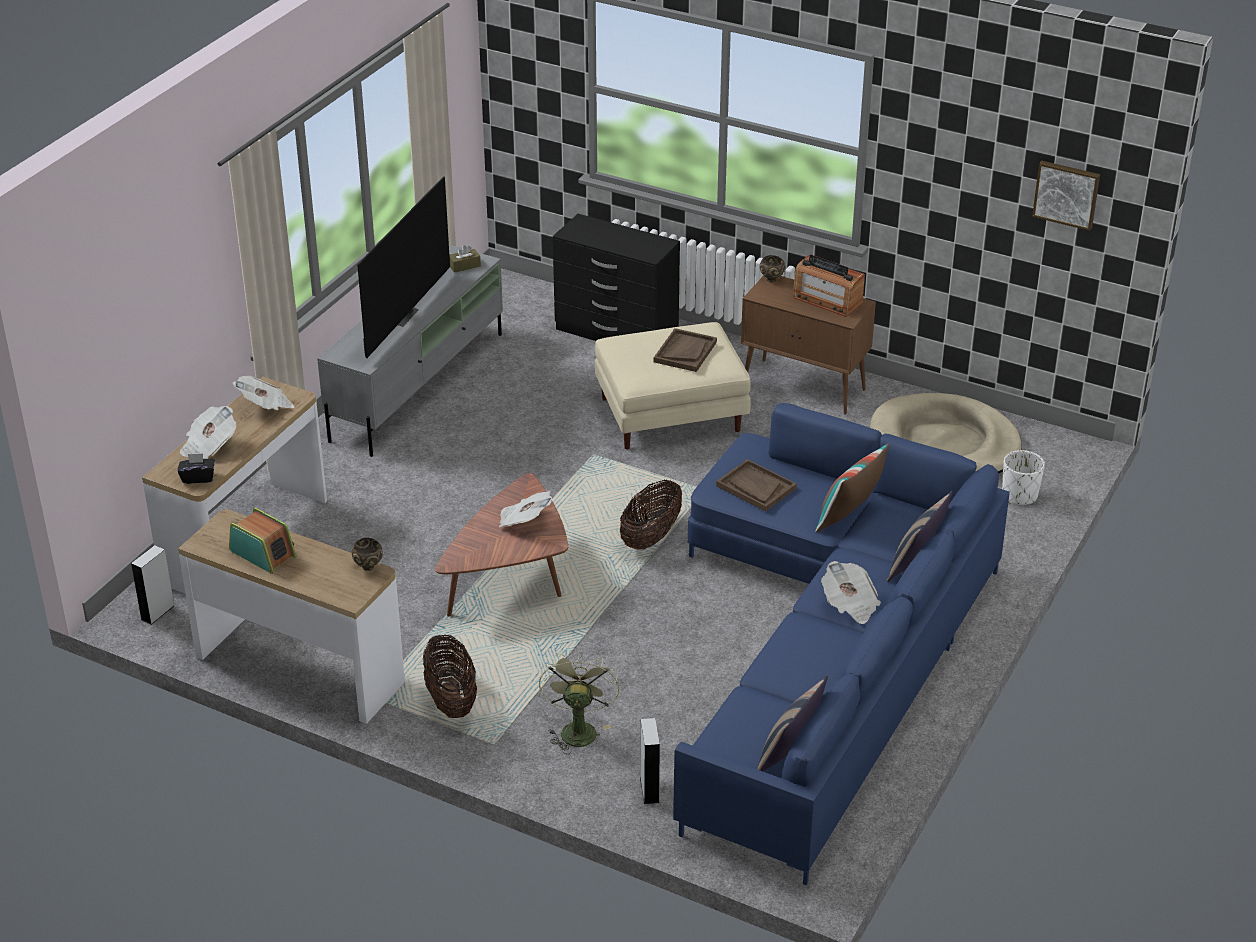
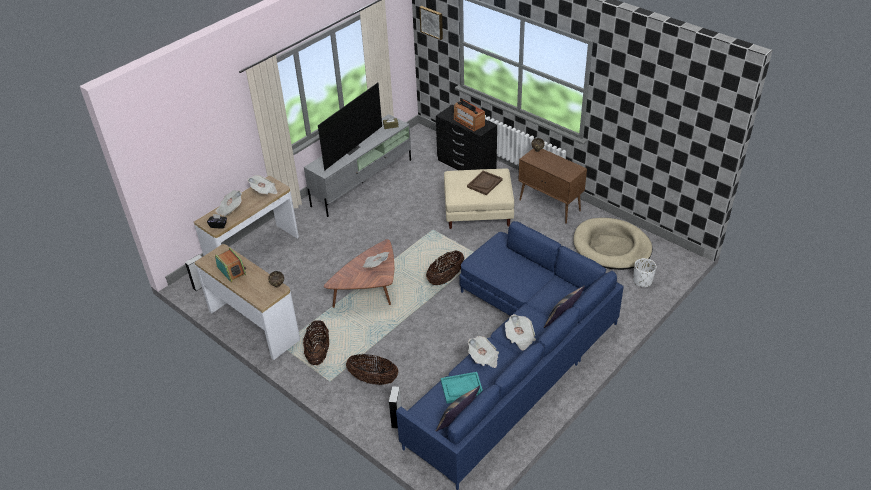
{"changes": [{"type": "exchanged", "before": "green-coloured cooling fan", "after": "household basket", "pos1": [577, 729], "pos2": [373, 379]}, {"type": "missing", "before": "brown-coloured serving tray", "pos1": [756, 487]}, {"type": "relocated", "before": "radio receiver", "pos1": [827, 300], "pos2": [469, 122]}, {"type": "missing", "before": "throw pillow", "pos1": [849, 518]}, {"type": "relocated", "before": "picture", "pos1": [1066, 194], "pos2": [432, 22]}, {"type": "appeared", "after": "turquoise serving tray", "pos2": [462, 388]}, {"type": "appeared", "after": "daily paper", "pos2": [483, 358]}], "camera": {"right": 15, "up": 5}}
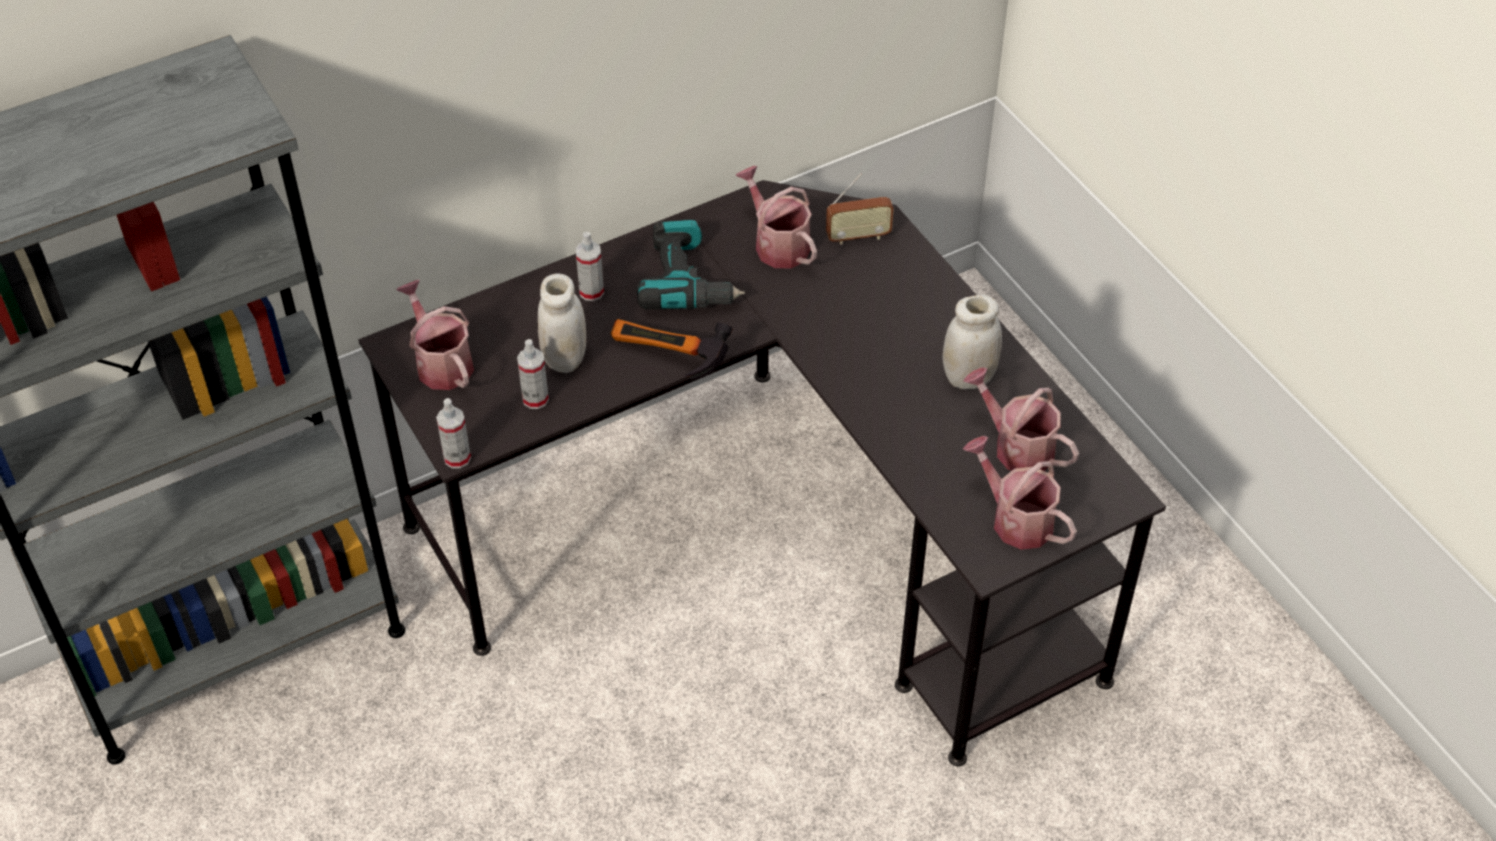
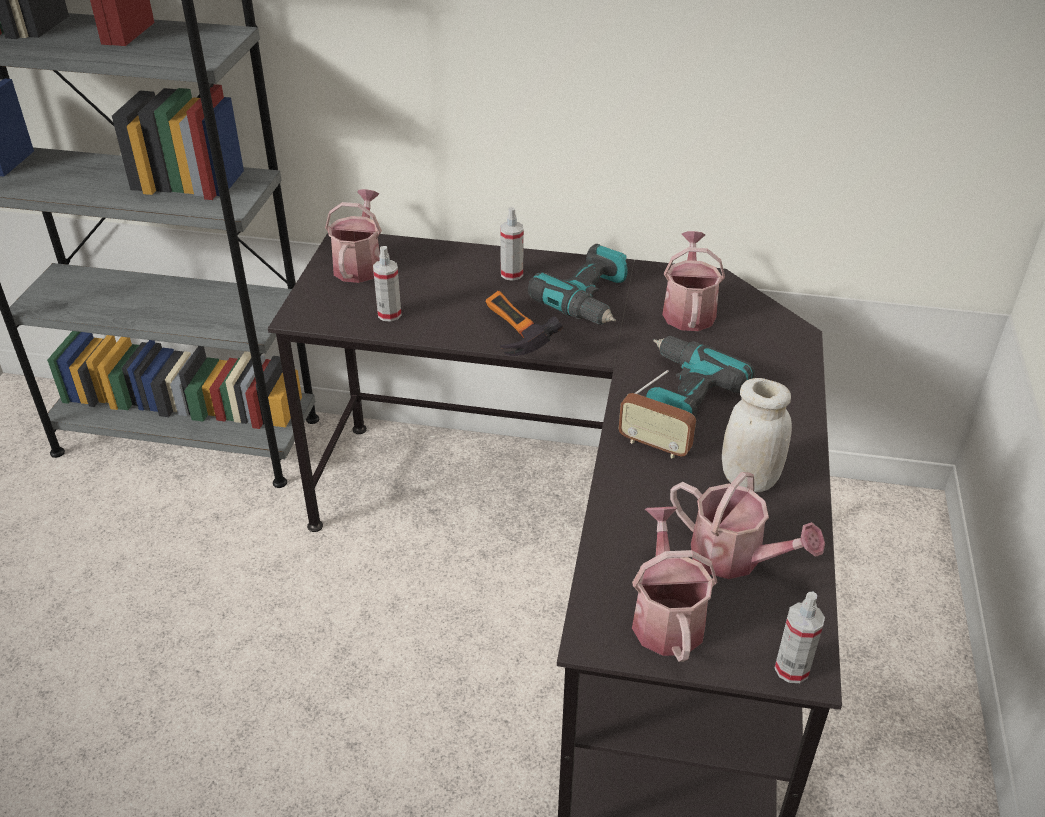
{"changes": [{"type": "relocated", "before": "spray bottle", "pos1": [457, 458], "pos2": [792, 669]}, {"type": "missing", "before": "white preserve jar", "pos1": [565, 358]}, {"type": "relocated", "before": "radio receiver", "pos1": [858, 236], "pos2": [654, 445]}, {"type": "spun", "before": "watering pot", "pos1": [1017, 446], "pos2": [735, 558], "turn": 135}, {"type": "appeared", "after": "drill", "pos2": [683, 394]}], "camera": {"right": 40, "up": -10}}
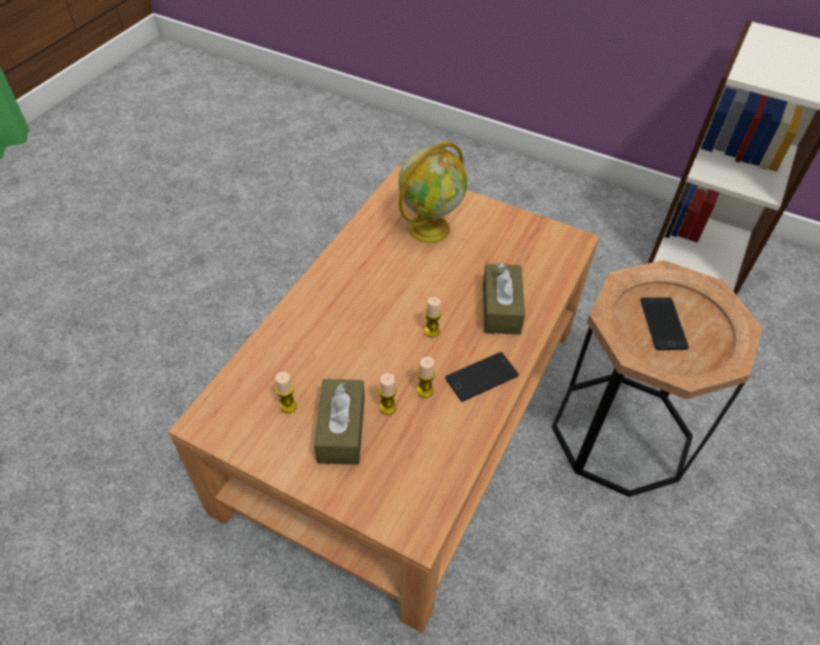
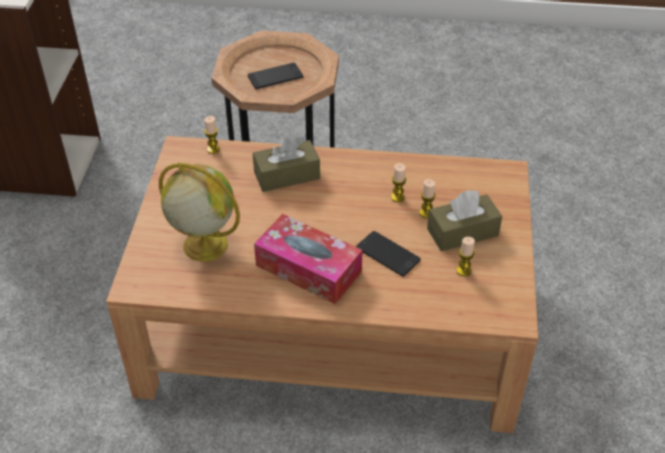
{"changes": [{"type": "relocated", "before": "wax candle", "pos1": [432, 331], "pos2": [213, 149]}, {"type": "relocated", "before": "telephone", "pos1": [481, 377], "pos2": [388, 254]}, {"type": "appeared", "after": "tissue holder", "pos2": [308, 268]}], "camera": {"right": -110, "up": -5}}
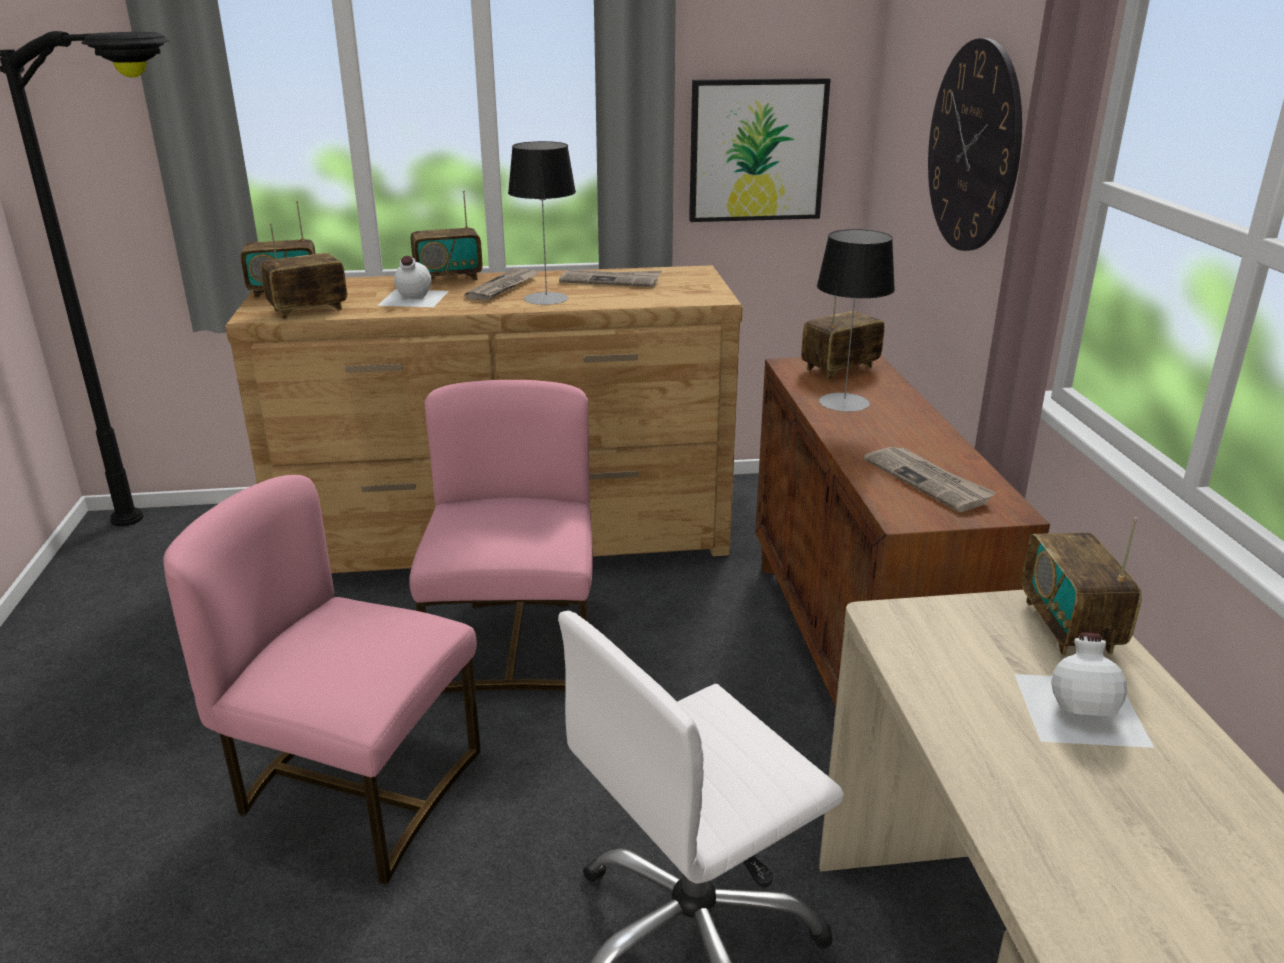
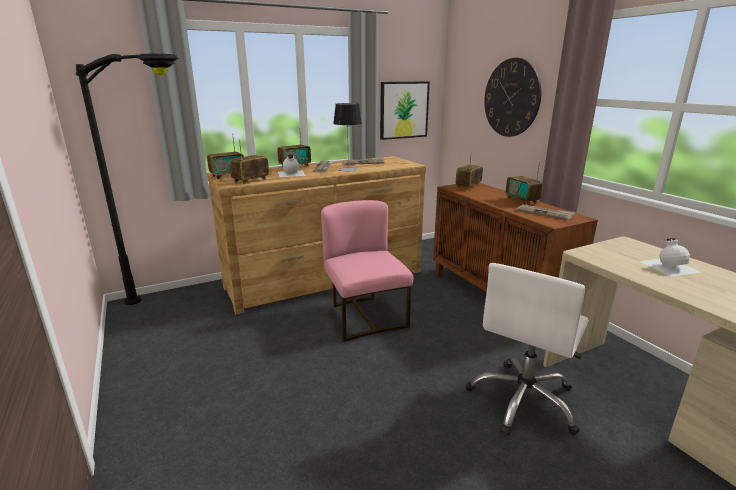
{"changes": [{"type": "missing", "before": "pink-coloured upright chair", "pos1": [355, 790]}, {"type": "missing", "before": "table lamp", "pos1": [844, 402]}, {"type": "relocated", "before": "radio receiver", "pos1": [1069, 627], "pos2": [522, 201]}], "camera": {"right": -20, "up": -5}}
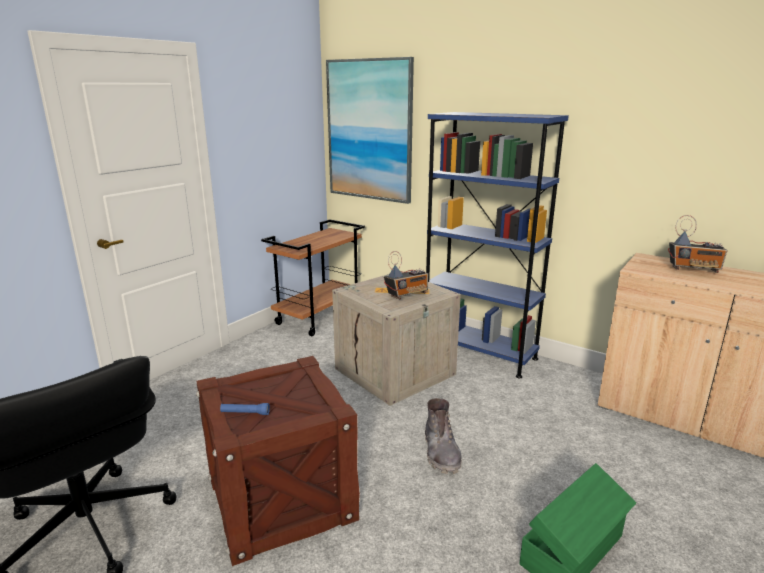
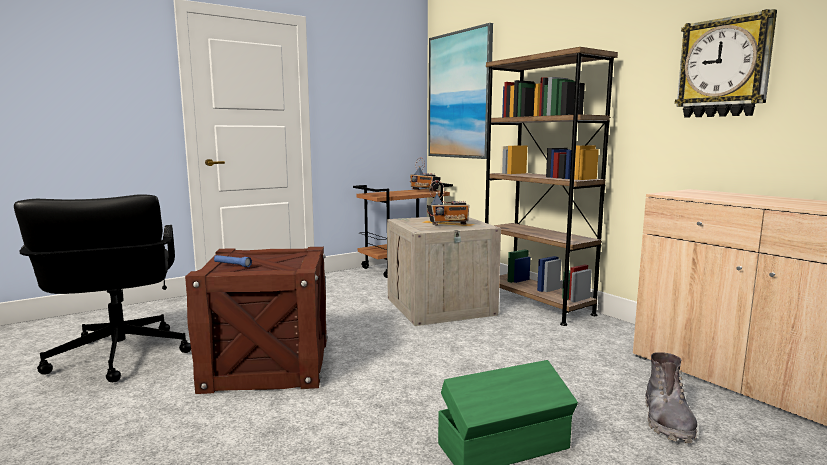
{"changes": [{"type": "relocated", "before": "gray high-top boot", "pos1": [441, 453], "pos2": [667, 420]}, {"type": "colour", "before": "bluish shelving unit", "after": "brown-coloured shelving unit", "pos1": [479, 353], "pos2": [536, 304]}, {"type": "relocated", "before": "radio receiver", "pos1": [693, 270], "pos2": [424, 190]}, {"type": "appeared", "after": "hanging clock", "pos2": [724, 68]}], "camera": {"right": 20, "up": -10}}
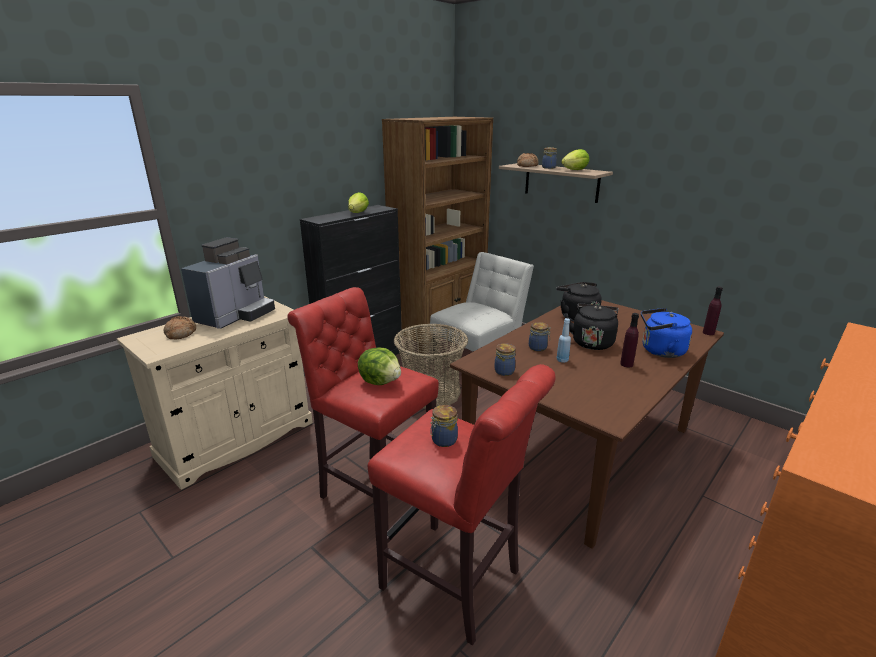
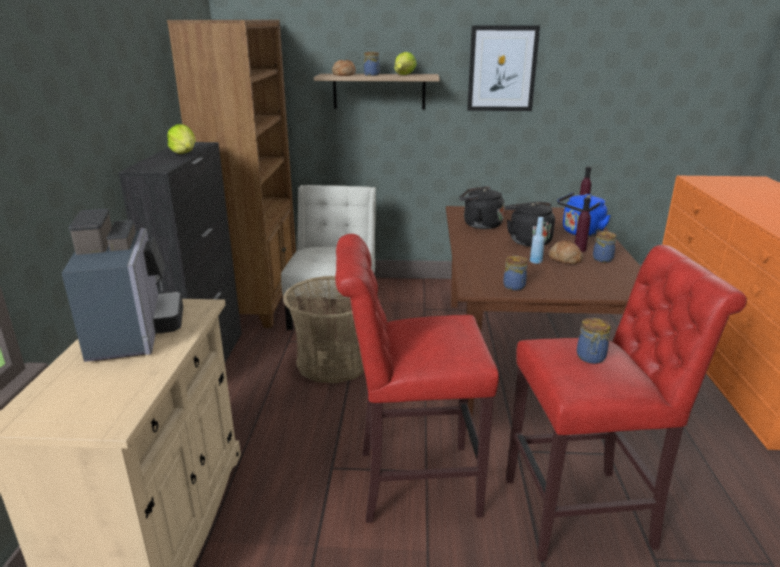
{"changes": [{"type": "relocated", "before": "bread", "pos1": [180, 333], "pos2": [564, 259]}, {"type": "missing", "before": "lettuce", "pos1": [380, 381]}, {"type": "relocated", "before": "preserve jar", "pos1": [538, 348], "pos2": [603, 259]}, {"type": "appeared", "after": "picture", "pos2": [502, 69]}], "camera": {"right": -40, "up": 0}}
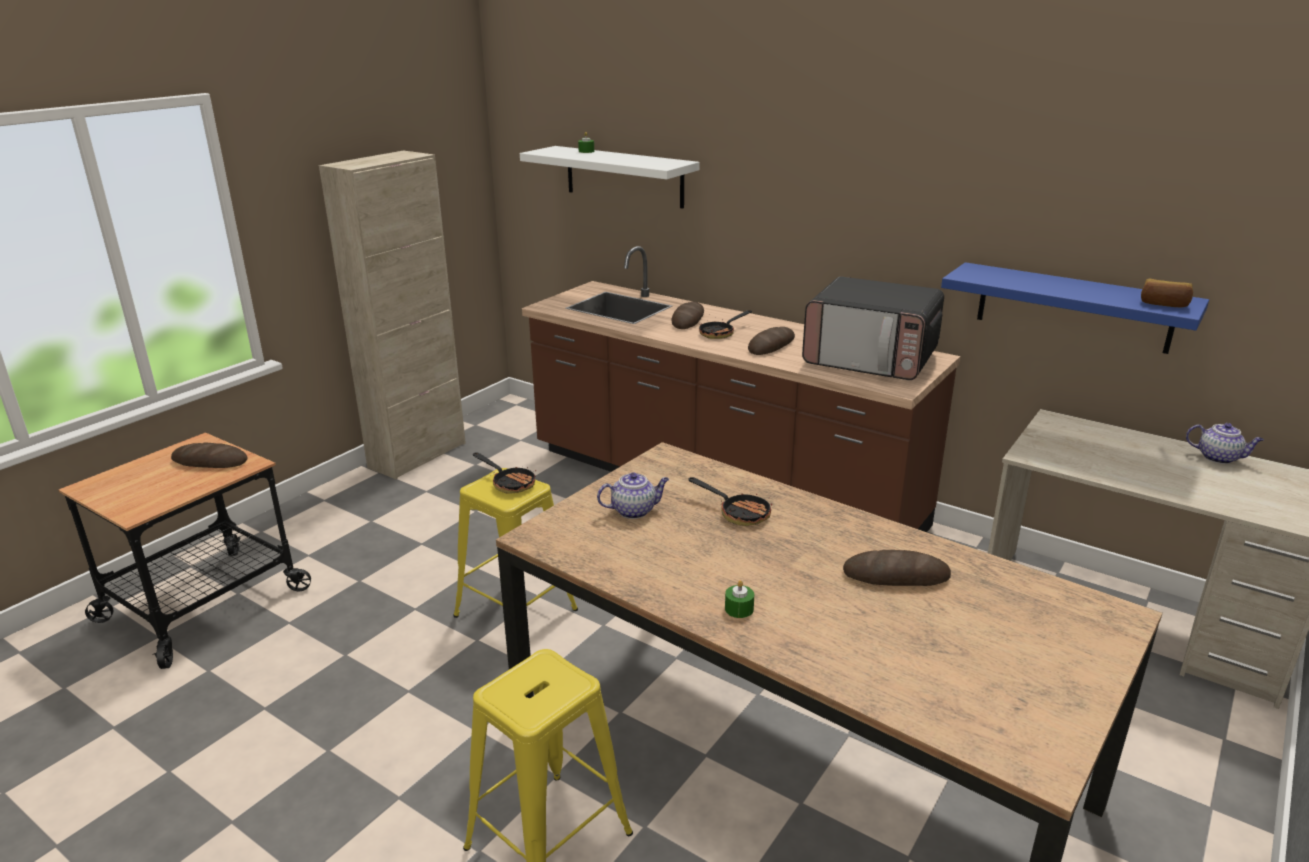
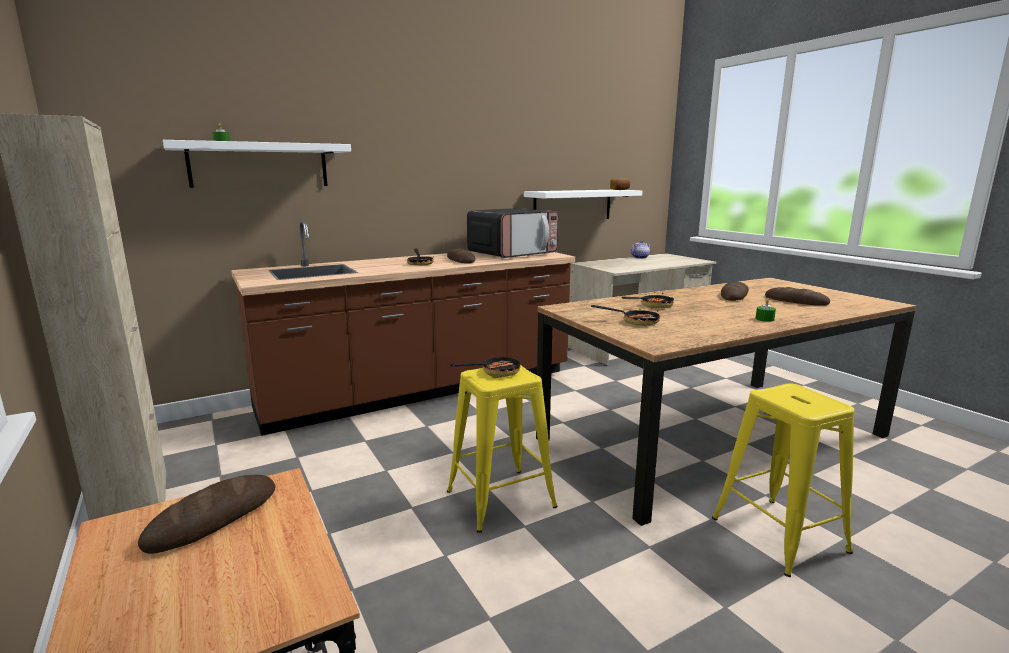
{"changes": [{"type": "exchanged", "before": "tea pot", "after": "frying pan", "pos1": [634, 511], "pos2": [634, 322]}, {"type": "relocated", "before": "bread", "pos1": [688, 320], "pos2": [795, 301]}, {"type": "colour", "before": "bluish bracket shelf", "after": "white bracket shelf", "pos1": [1073, 307], "pos2": [572, 205]}], "camera": {"right": -65, "up": -10}}
